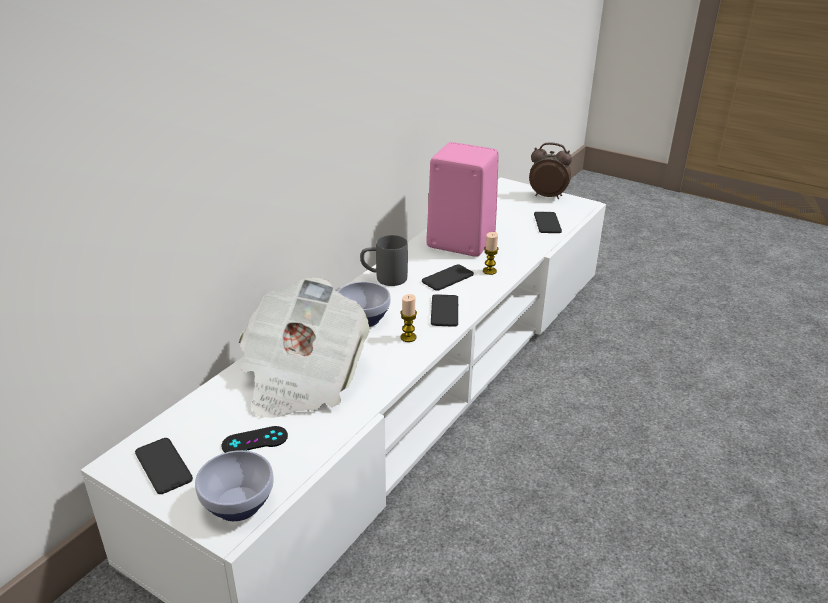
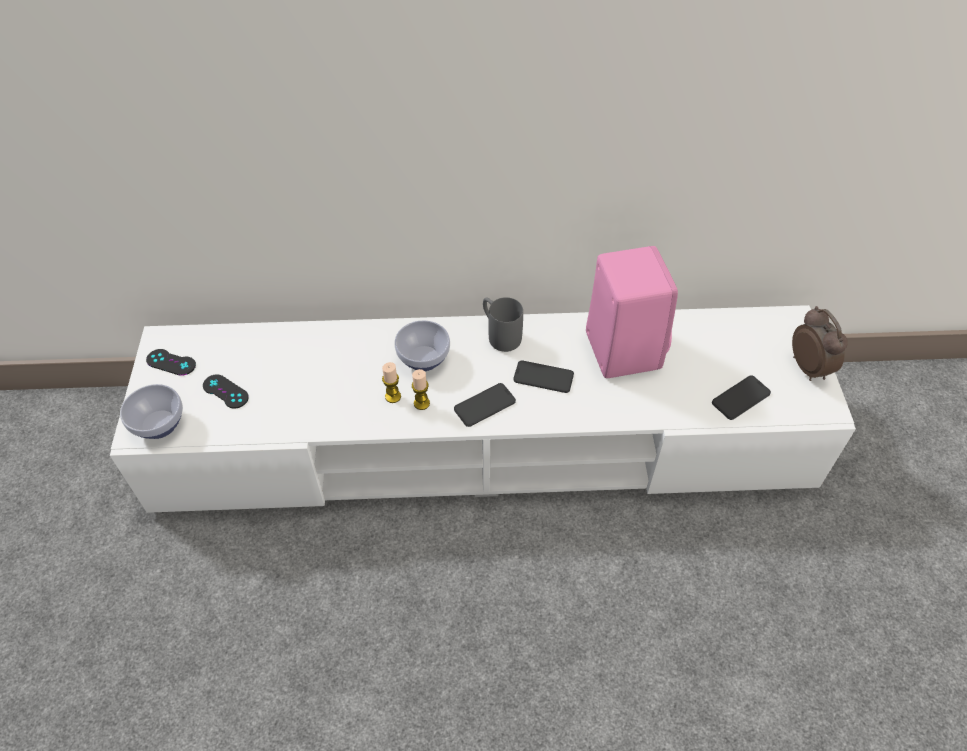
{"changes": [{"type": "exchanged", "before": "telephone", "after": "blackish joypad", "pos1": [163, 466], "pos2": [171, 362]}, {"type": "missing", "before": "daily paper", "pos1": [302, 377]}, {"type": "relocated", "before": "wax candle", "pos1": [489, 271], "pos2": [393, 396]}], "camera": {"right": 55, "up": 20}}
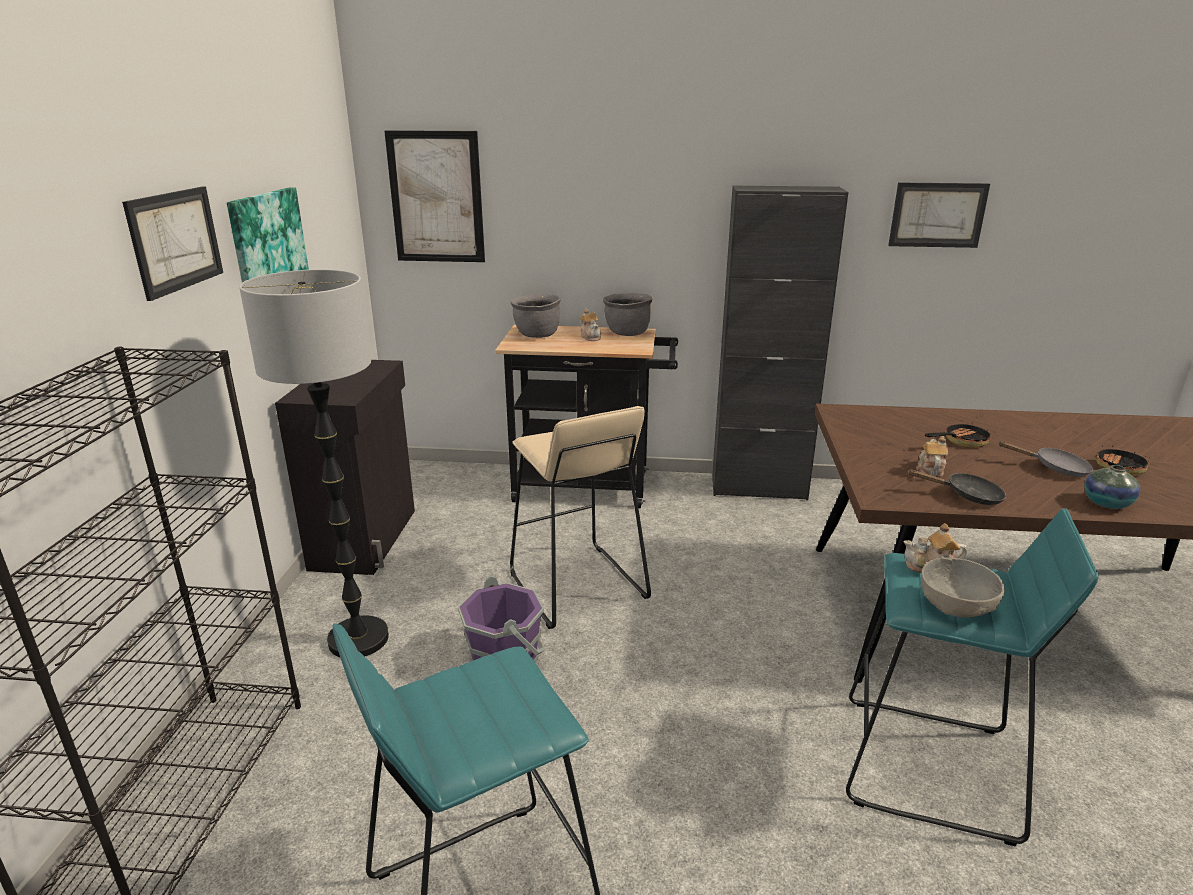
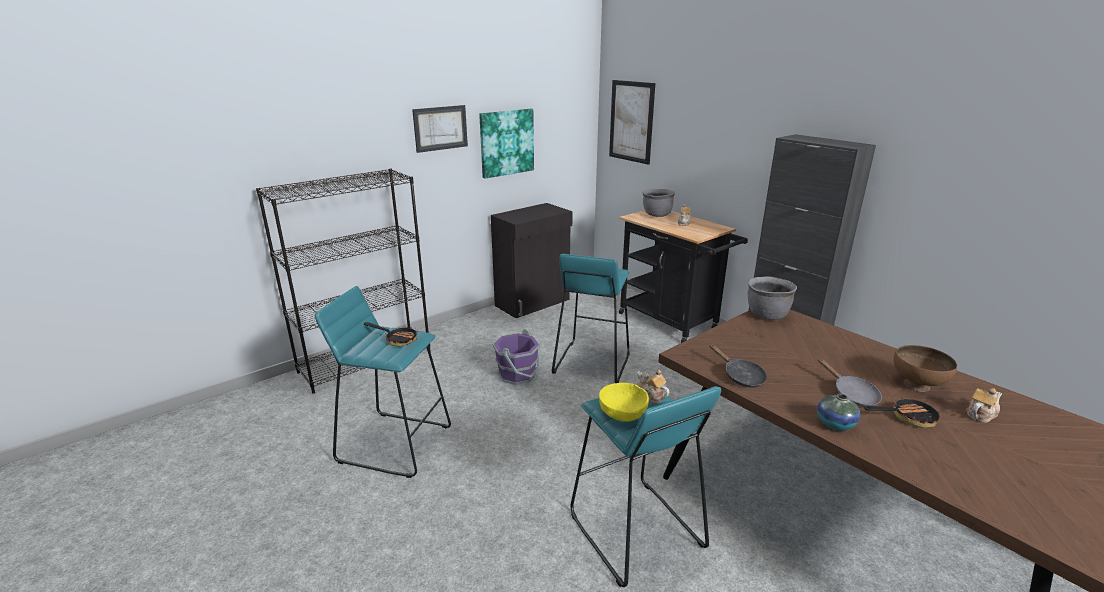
{"changes": [{"type": "missing", "before": "standard lamp", "pos1": [359, 639]}, {"type": "colour", "before": "beige-coloured stool seat", "after": "turquoise stool seat", "pos1": [576, 586], "pos2": [591, 363]}, {"type": "relocated", "before": "gray stockpot", "pos1": [627, 333], "pos2": [766, 315]}, {"type": "missing", "before": "picture", "pos1": [937, 215]}, {"type": "relocated", "before": "tea pot", "pos1": [929, 469], "pos2": [980, 414]}, {"type": "colour", "before": "gray deep dish", "after": "yellow-coloured deep dish", "pos1": [956, 606], "pos2": [622, 414]}, {"type": "relocated", "before": "frying pan", "pos1": [960, 441], "pos2": [397, 339]}, {"type": "appeared", "after": "brown-coloured deep dish", "pos2": [917, 385]}], "camera": {"right": 45, "up": 0}}
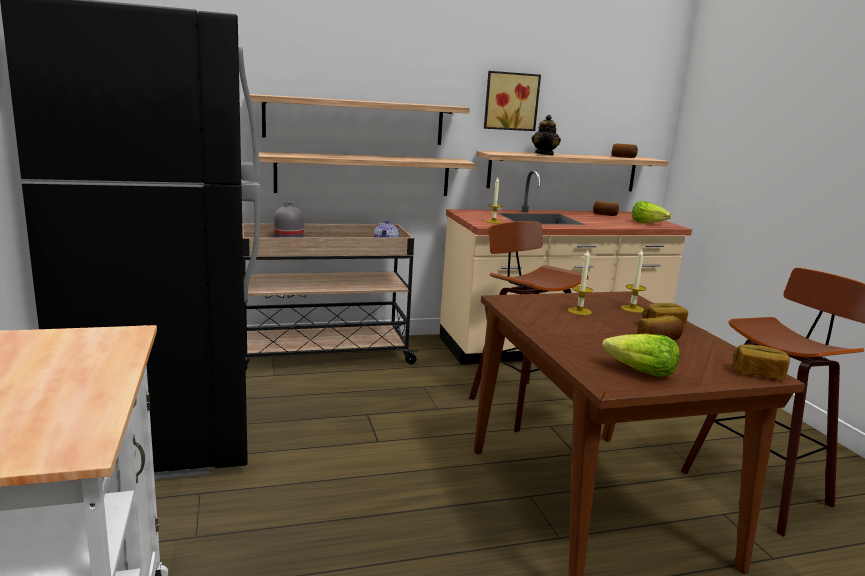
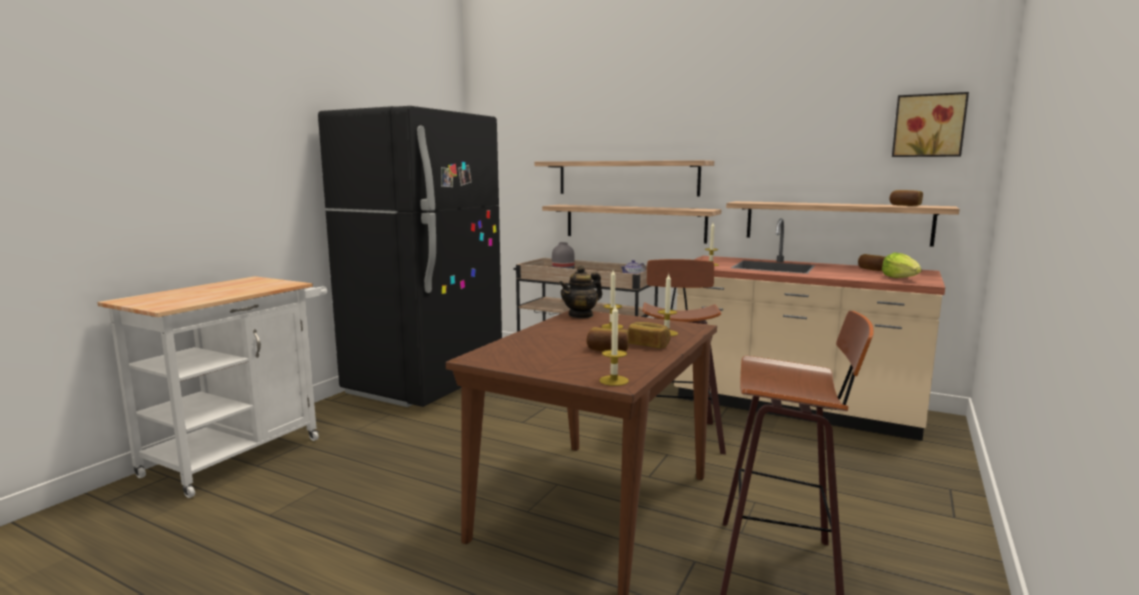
{"changes": [{"type": "relocated", "before": "picture", "pos1": [510, 101], "pos2": [928, 125]}, {"type": "relocated", "before": "tea pot", "pos1": [544, 154], "pos2": [581, 315]}, {"type": "missing", "before": "lettuce", "pos1": [640, 372]}, {"type": "exchanged", "before": "bread", "after": "wax candle", "pos1": [758, 373], "pos2": [614, 380]}], "camera": {"right": 45, "up": -5}}
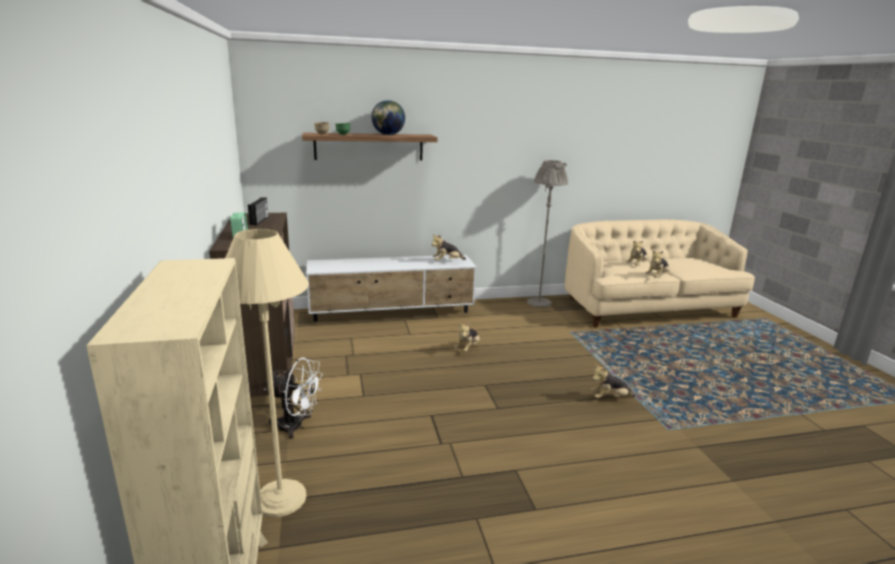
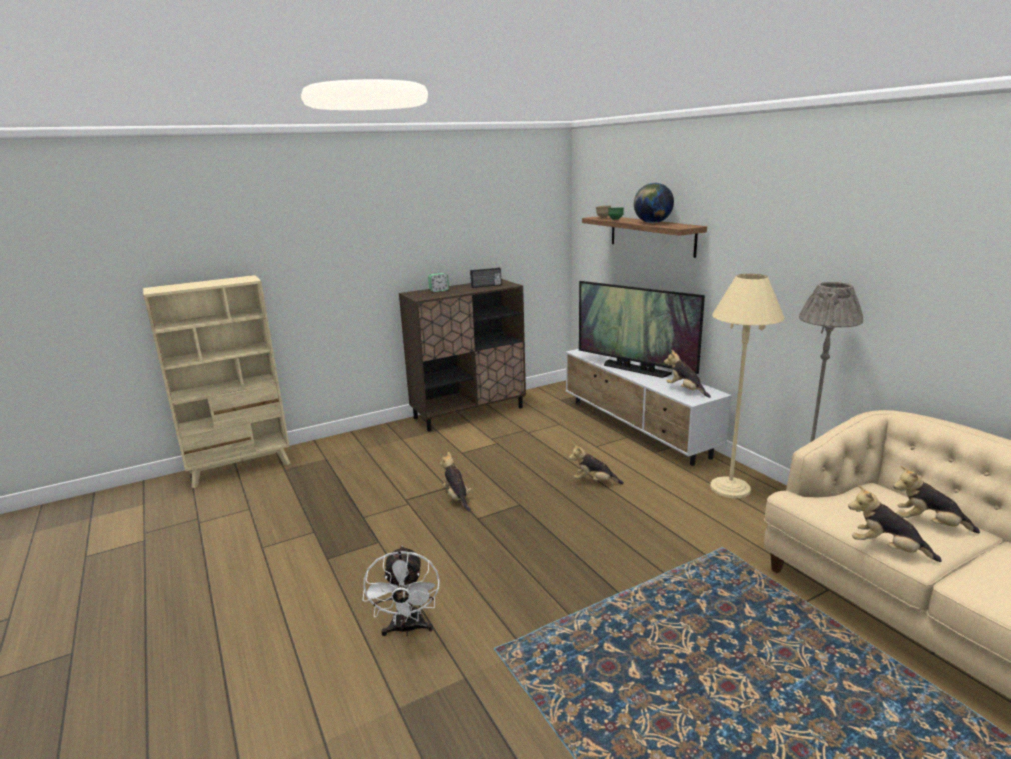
{"changes": [{"type": "relocated", "before": "beige-coloured standard lamp", "pos1": [280, 498], "pos2": [730, 488]}, {"type": "relocated", "before": "white cooling fan", "pos1": [296, 426], "pos2": [407, 629]}, {"type": "relocated", "before": "cuddly toy", "pos1": [610, 398], "pos2": [457, 498]}, {"type": "appeared", "after": "TV", "pos2": [635, 369]}], "camera": {"right": 75, "up": 0}}
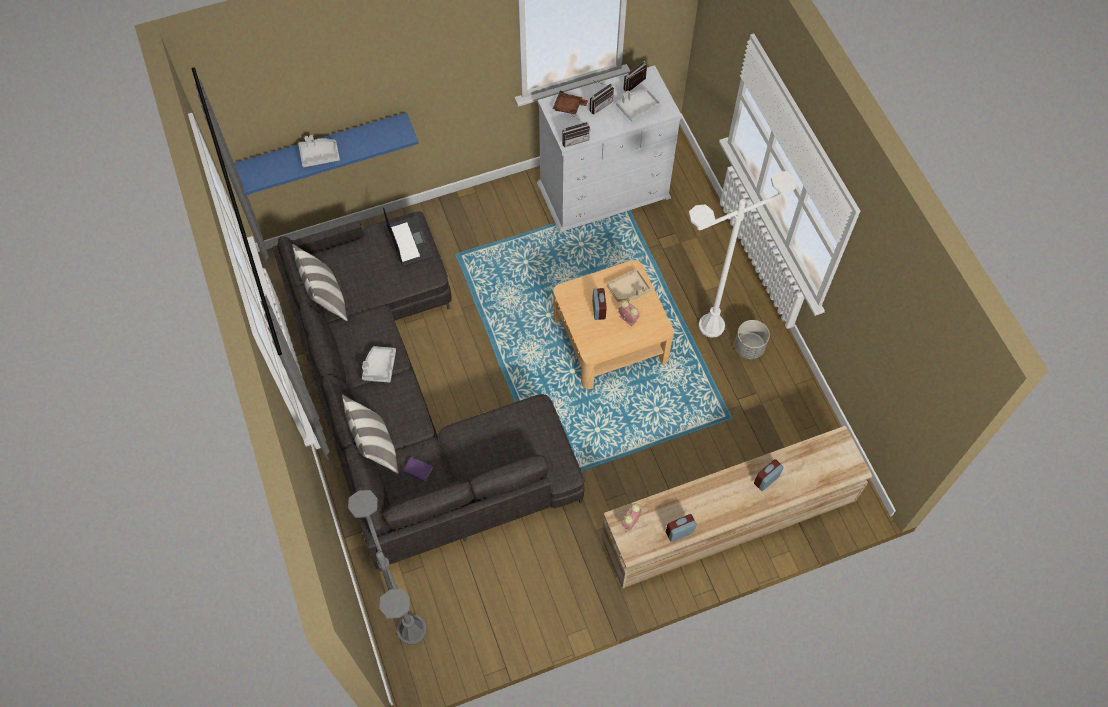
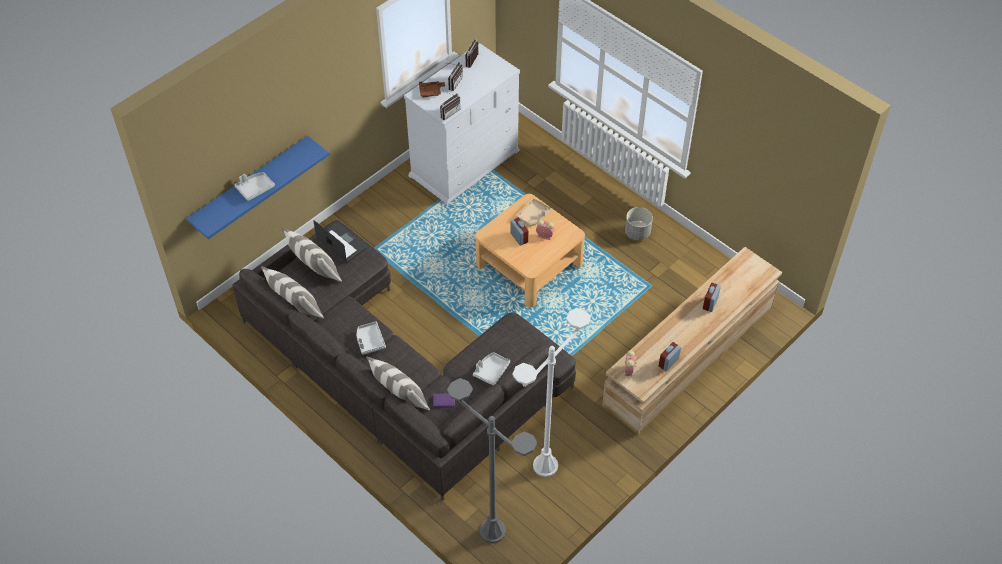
{"changes": [{"type": "relocated", "before": "gray serving tray", "pos1": [637, 107], "pos2": [491, 371]}, {"type": "relocated", "before": "white standard lamp", "pos1": [711, 325], "pos2": [545, 465]}, {"type": "appeared", "after": "throw pillow", "pos2": [315, 271]}], "camera": {"right": -25, "up": -10}}
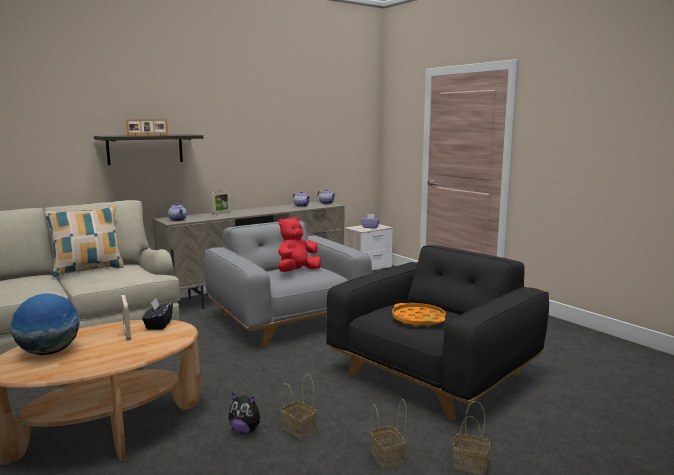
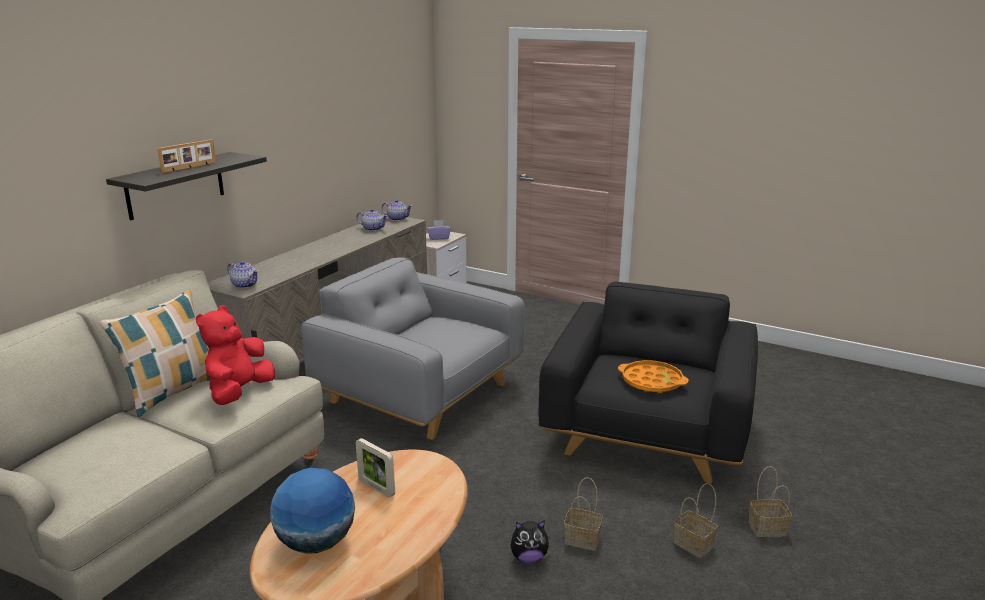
{"changes": [{"type": "missing", "before": "blackish tissue holder", "pos1": [158, 325]}, {"type": "missing", "before": "photo frame", "pos1": [221, 213]}, {"type": "relocated", "before": "red-coloured cuddly toy", "pos1": [297, 272], "pos2": [239, 393]}], "camera": {"right": -25, "up": 10}}
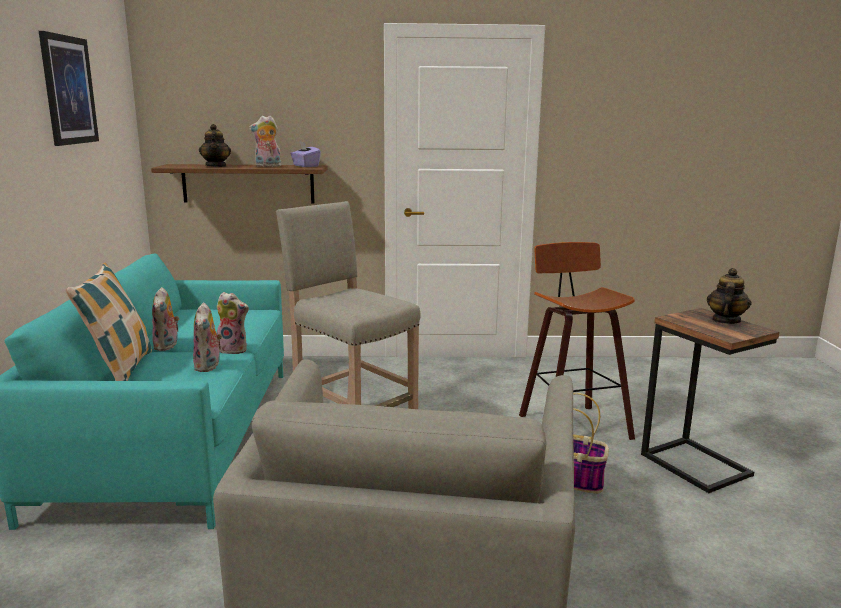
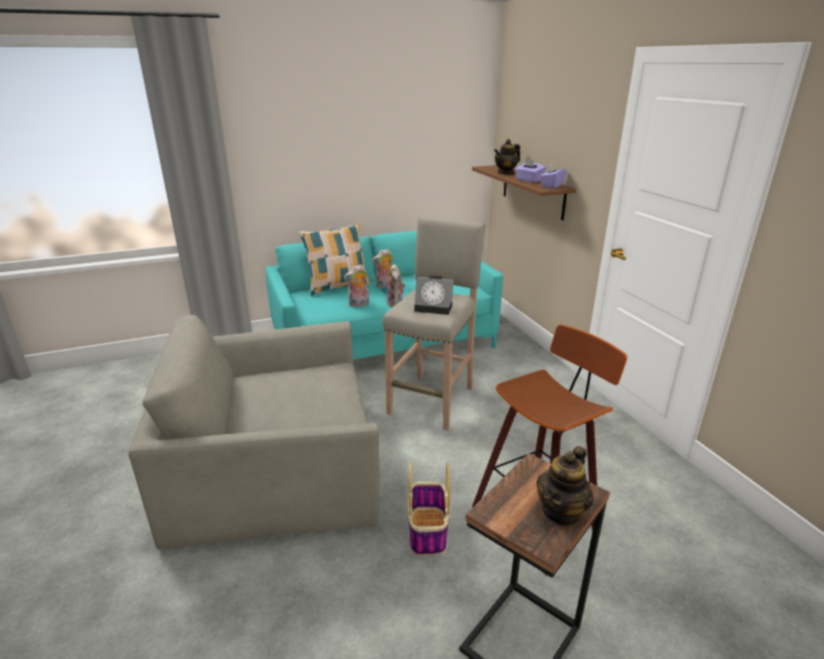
{"changes": [{"type": "missing", "before": "picture", "pos1": [68, 90]}, {"type": "exchanged", "before": "cuddly toy", "after": "purple-coloured tissue holder", "pos1": [267, 166], "pos2": [529, 180]}, {"type": "spun", "before": "tea pot", "pos1": [725, 320], "pos2": [561, 512], "turn": 120}, {"type": "appeared", "after": "bedside clock", "pos2": [435, 307]}], "camera": {"right": 70, "up": 10}}
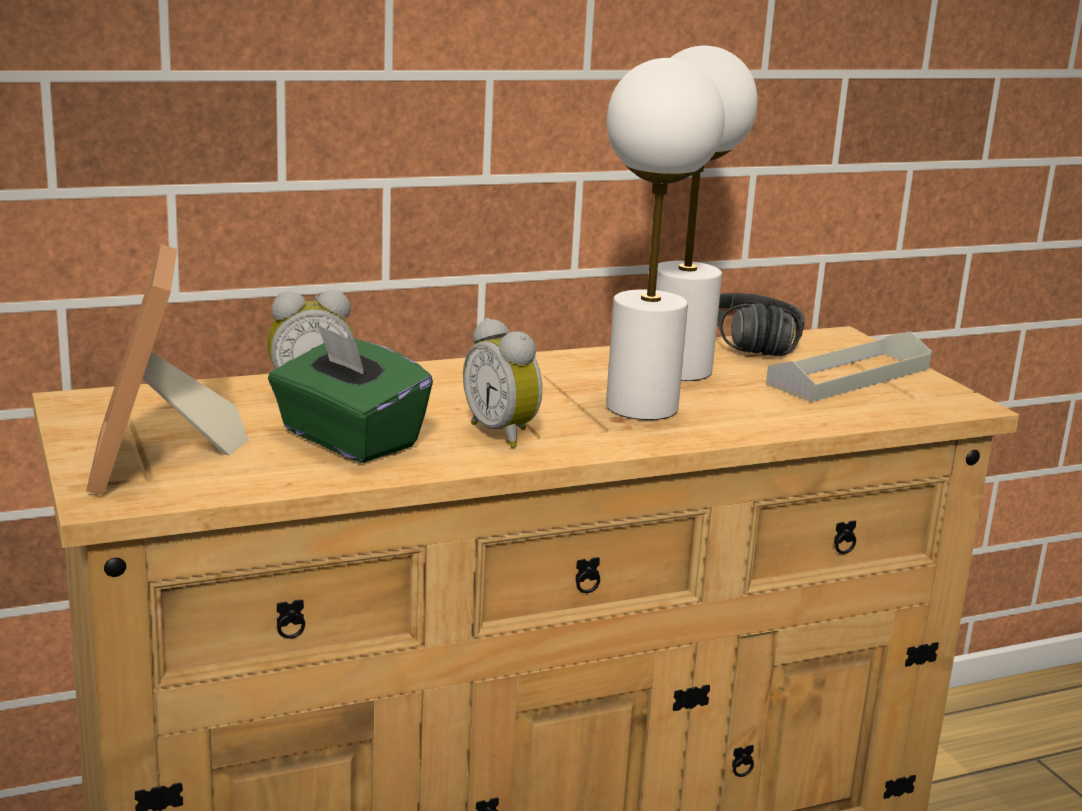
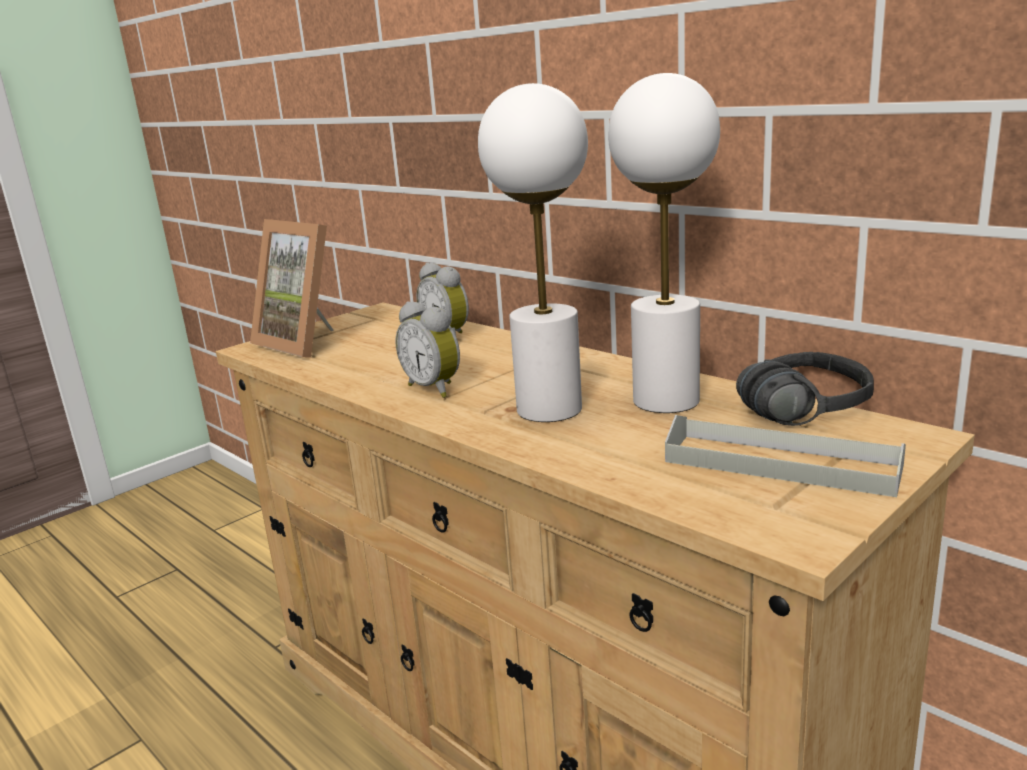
{"changes": [{"type": "spun", "before": "photo frame", "pos1": [160, 462], "pos2": [307, 342], "turn": -105}, {"type": "missing", "before": "green-coloured tissue holder", "pos1": [348, 439]}, {"type": "spun", "before": "bedside clock", "pos1": [504, 433], "pos2": [435, 388], "turn": -75}], "camera": {"right": 70, "up": 0}}
